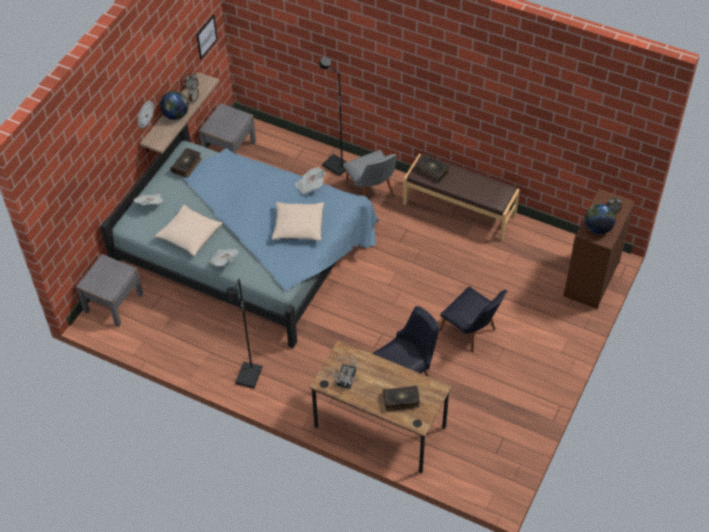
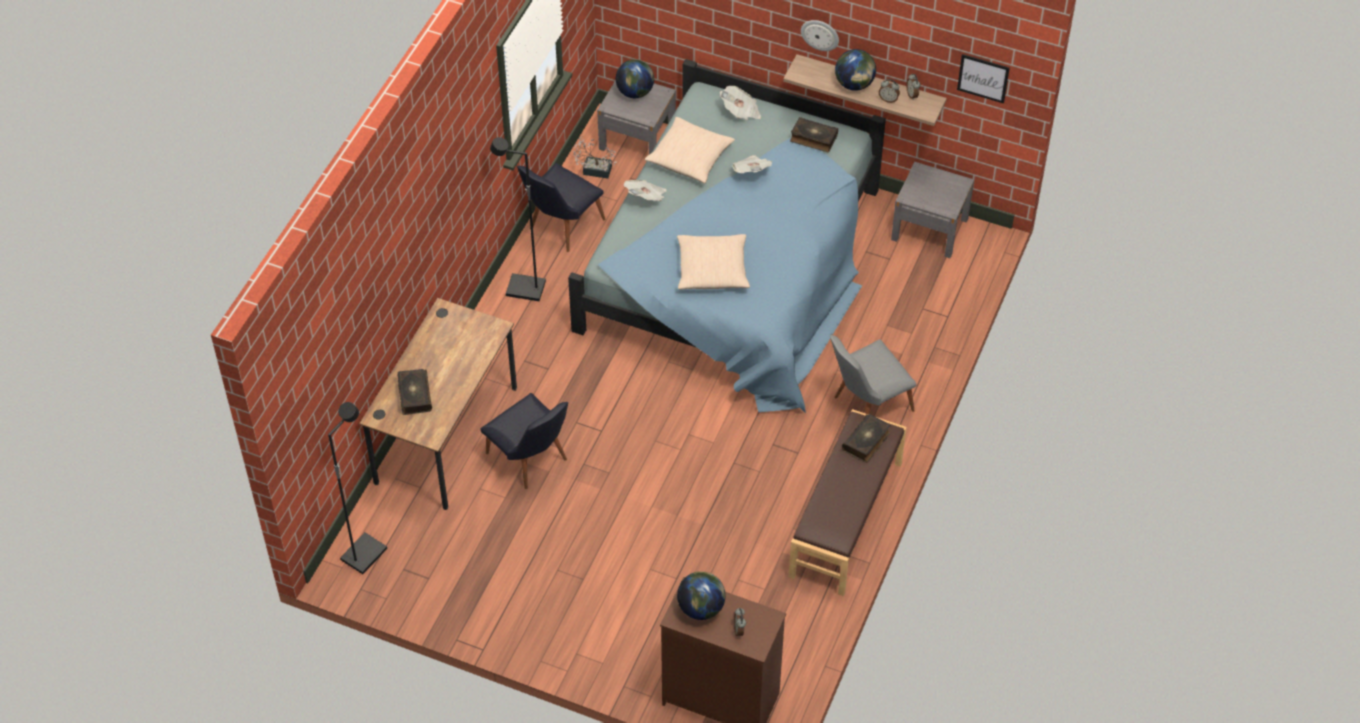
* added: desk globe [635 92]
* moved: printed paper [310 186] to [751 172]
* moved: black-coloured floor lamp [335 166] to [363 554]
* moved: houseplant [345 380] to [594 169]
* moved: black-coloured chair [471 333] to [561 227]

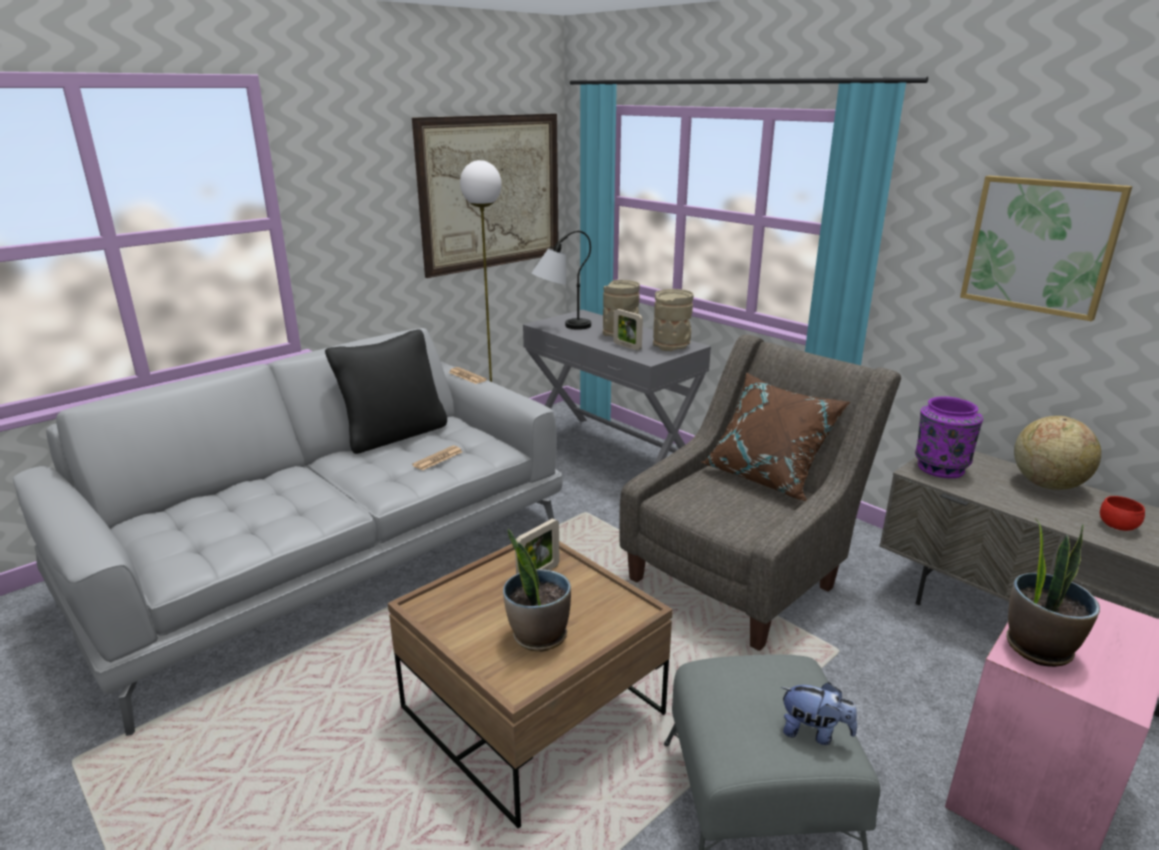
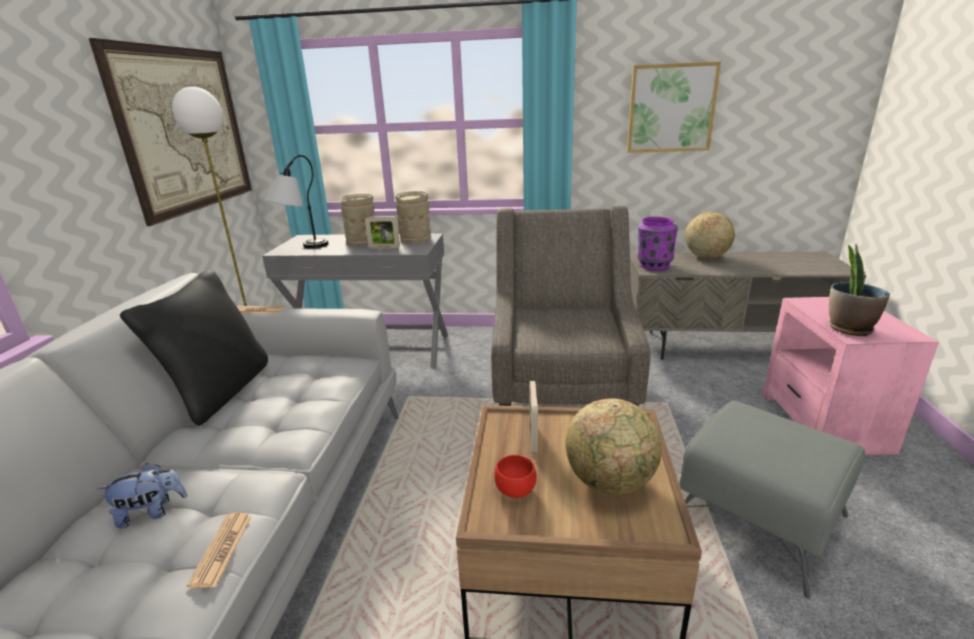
* removed: brown throw pillow [767 476]
* moved: printed paper [438 458] to [222 549]
* moved: plush toy [814 733] to [152 512]
* moved: reddish serving bowl [1117 526] to [515 490]
* replaced: houseplant [538 636] to desk globe [610 482]

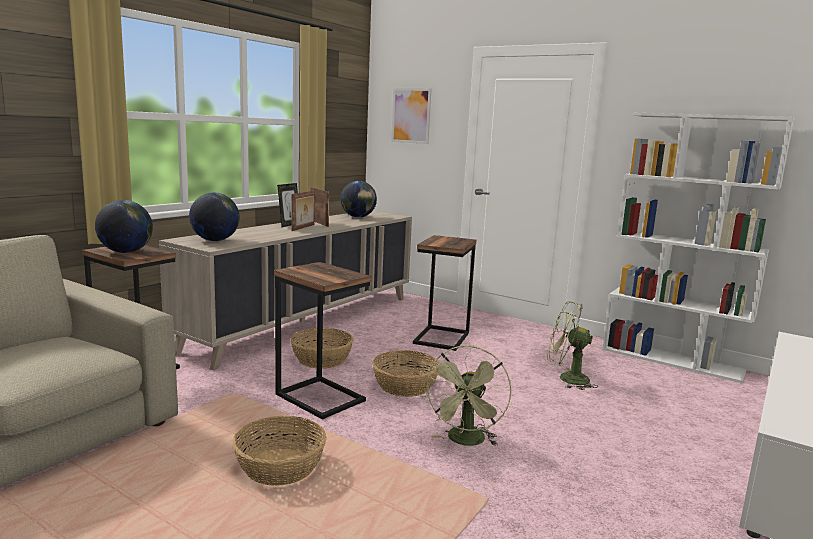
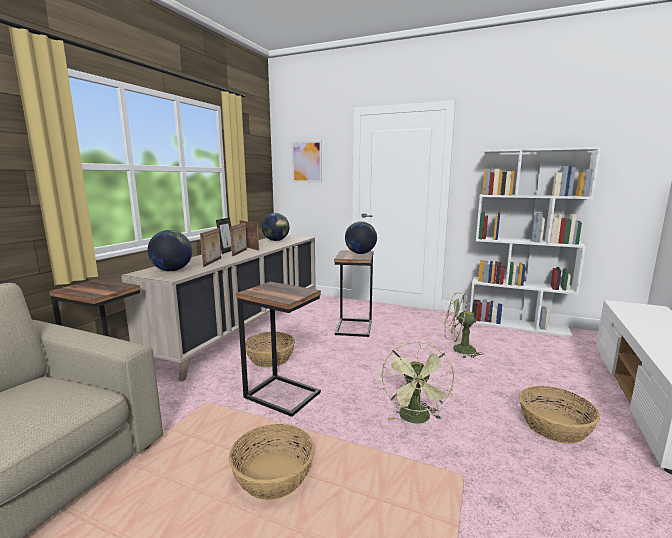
* added: photo frame [213 262]
* moved: desk globe [126 252] to [360 253]
* moved: basket [404 386] to [554 426]

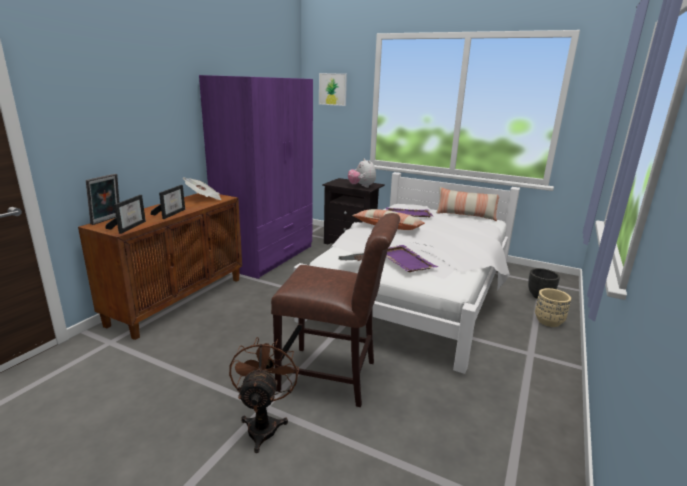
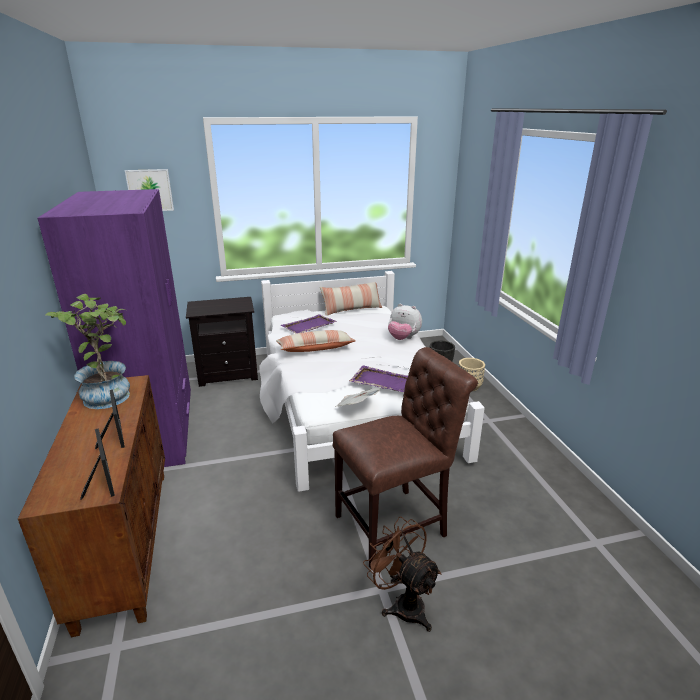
* removed: photo frame [107 220]
* moved: plush toy [361 186] to [403 338]
* replaced: printed paper [204 198] to houseplant [108 393]

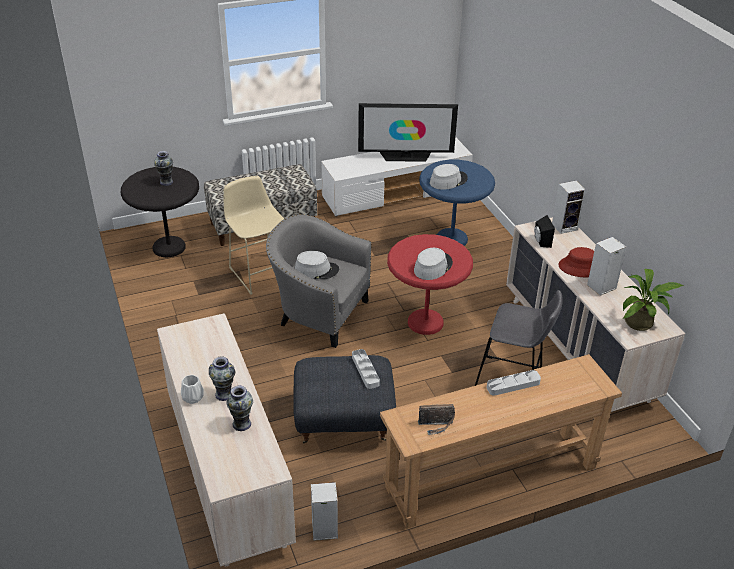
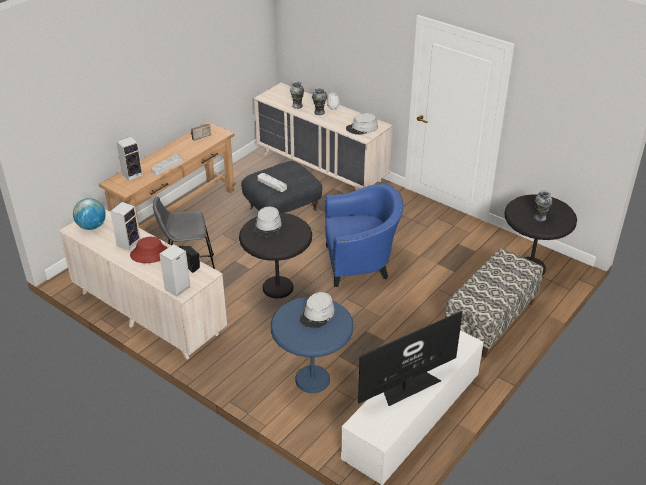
* removed: beige-coloured stool [259 272]
* moved: grey hat [316 270] to [362 128]
* moved: audio speaker [323 530] to [133 174]
* replaced: houseplant [642 323] to desk globe [91 226]
* recoloured: grey armchair [318 314] to blue armchair [361 263]
* recoloured: reddish accent table [425 322] to black-coloured accent table [278 288]

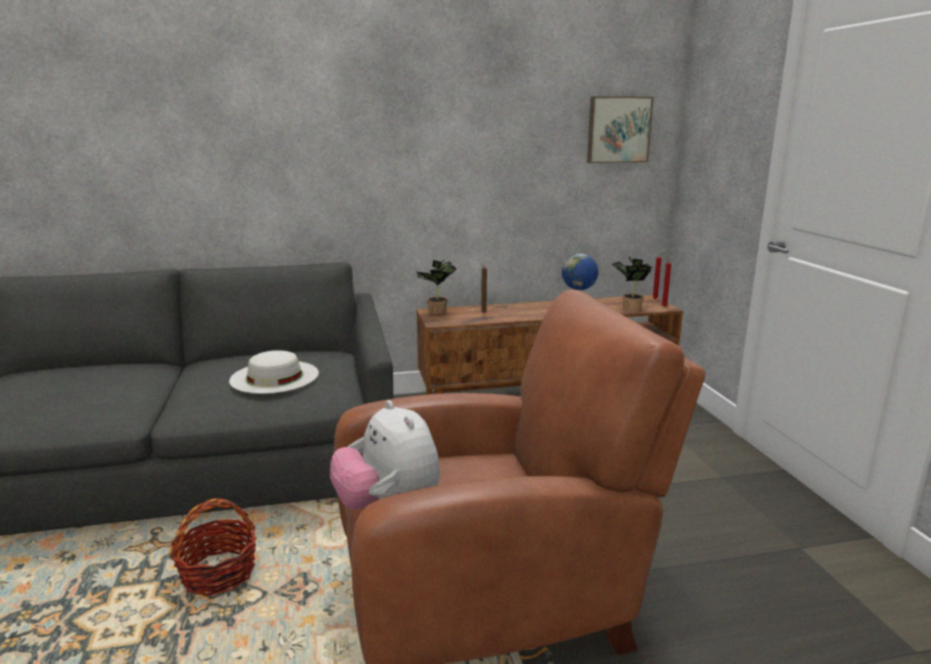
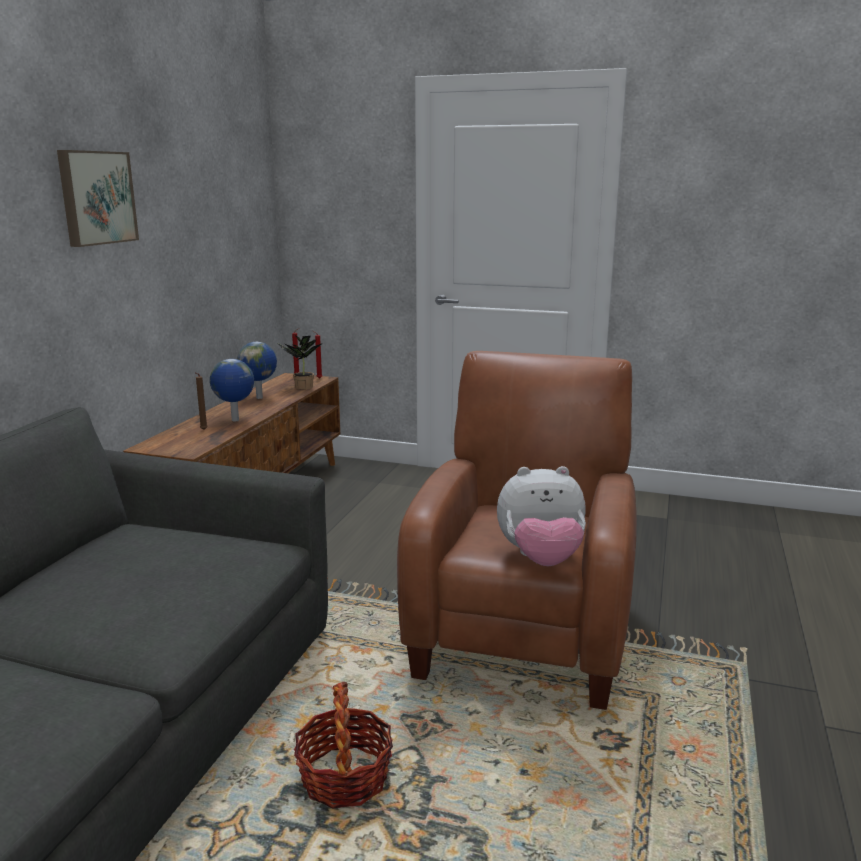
* removed: white hat [274 376]
* removed: houseplant [436 312]
* added: desk globe [235 420]
* moved: wall picture [618 129] to [96 198]

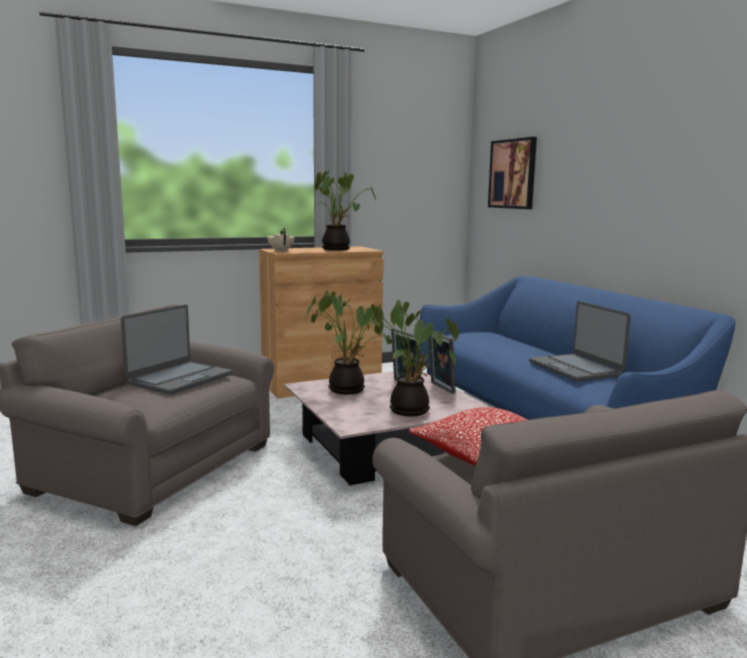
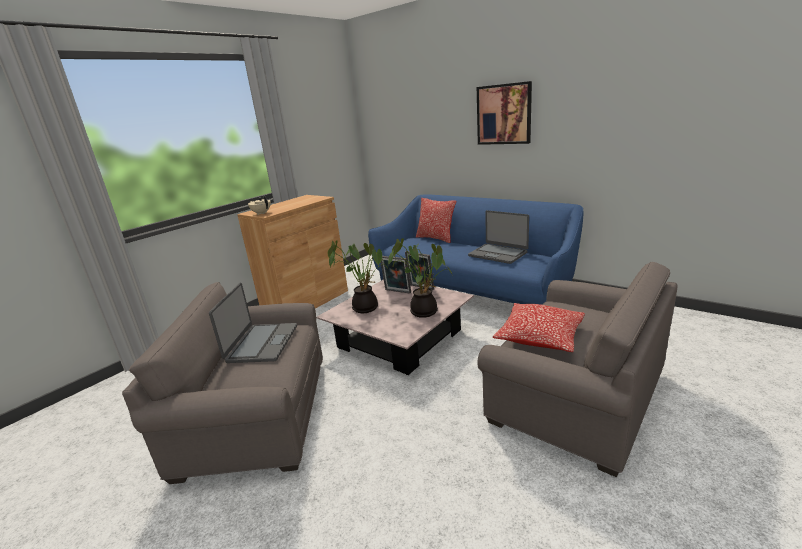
* removed: houseplant [338 249]
* added: throw pillow [436 238]
* moved: wall picture [512 174] to [504 114]

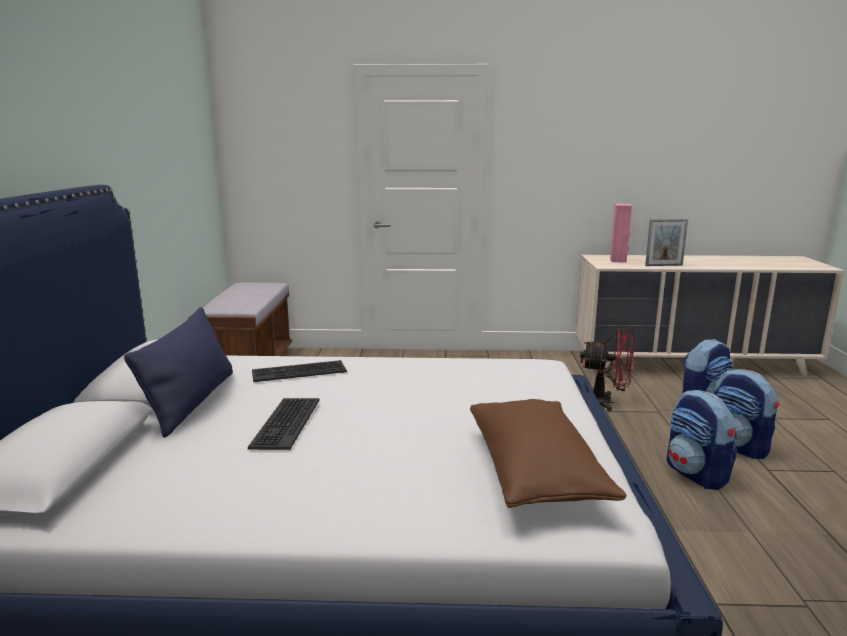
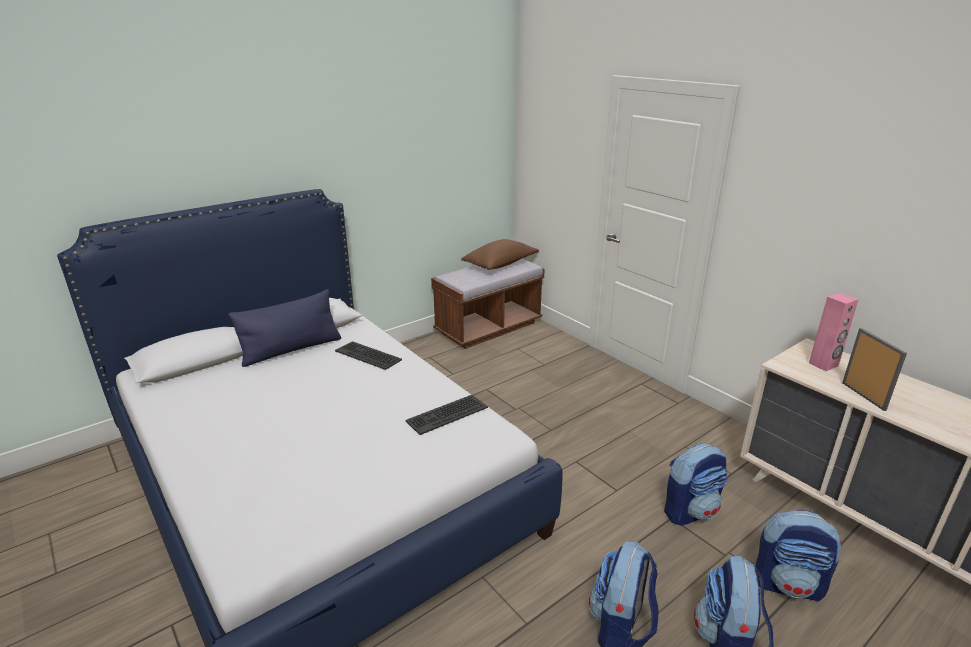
* moved: keyboard [285 423] to [447 414]
* moved: brown throw pillow [535 472] to [500 265]
* replaced: reddish electric fan [605 402] to backpack [690 511]
* turned: photo frame [664 265] = [863 396] 150 degrees counterclockwise

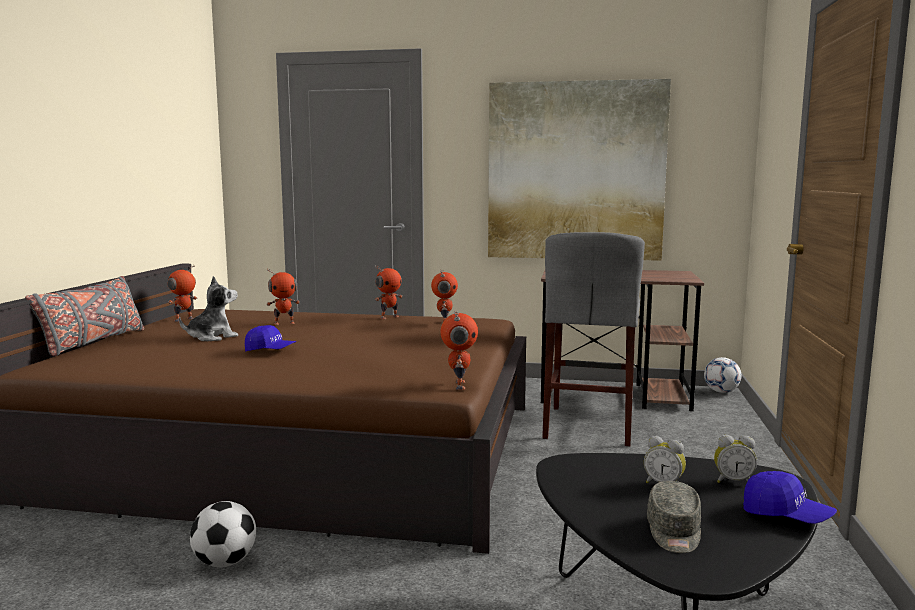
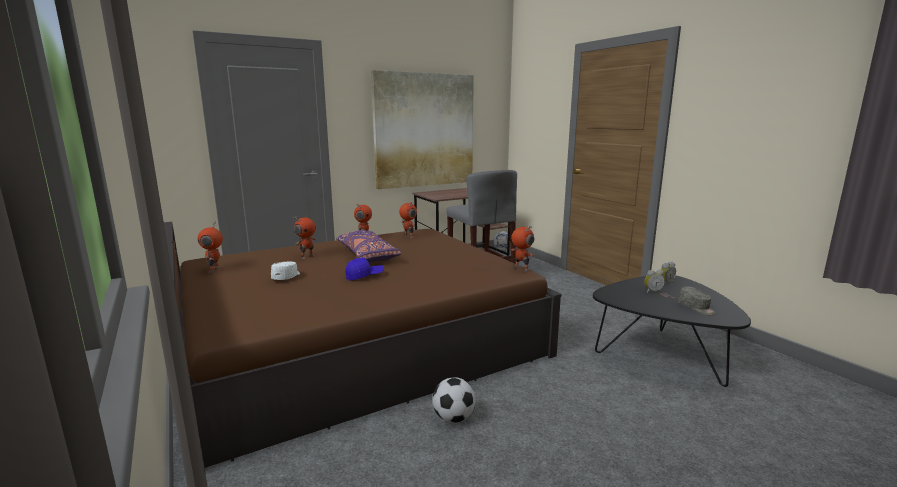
* removed: grey throw pillow [92 342]
* removed: blue peaked cap [786 516]
* added: purple throw pillow [368 255]
* replaced: plush toy [212 337] to white peaked cap [287 277]

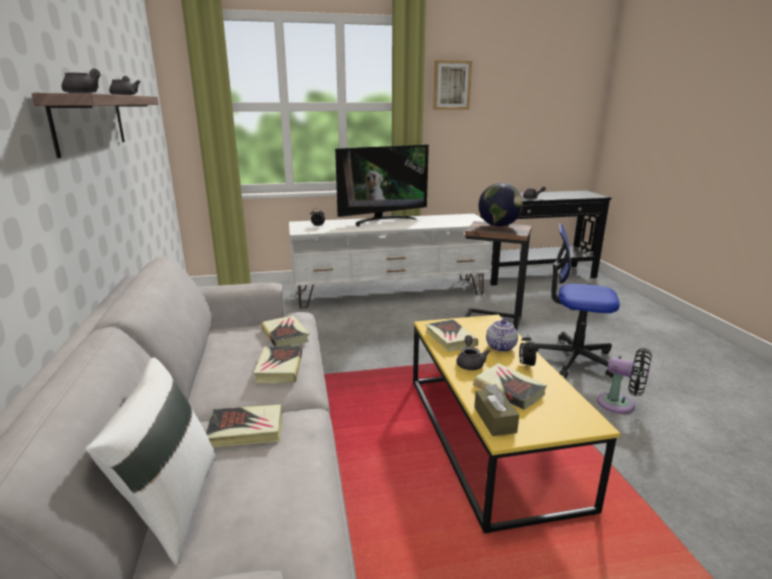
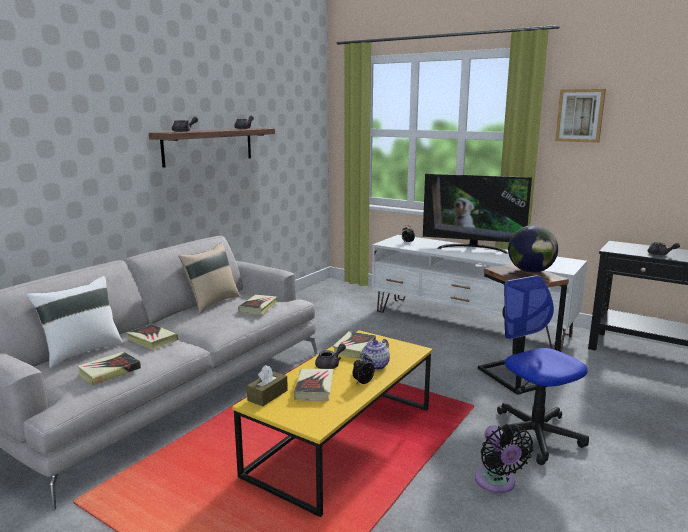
* added: beige-coloured throw pillow [212 303]
* moved: bound book [279 368] to [109 372]
* turned: pot for tea [500 346] = [375 366] 150 degrees clockwise

